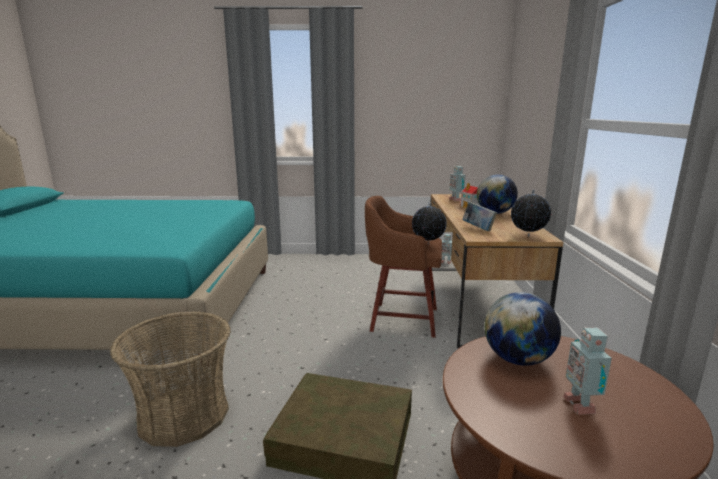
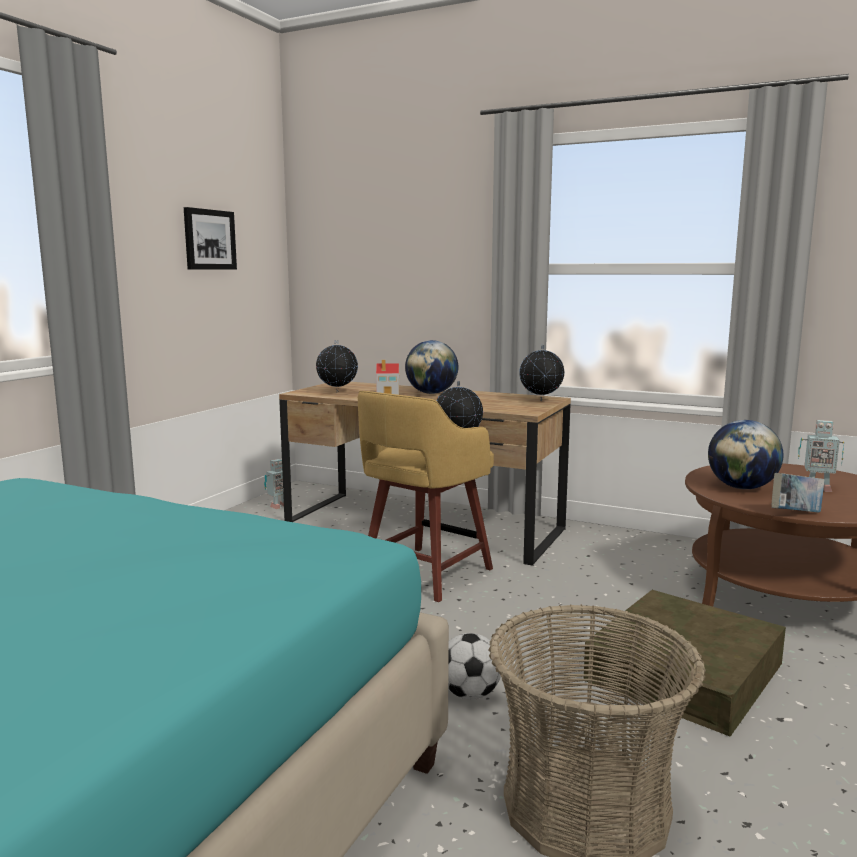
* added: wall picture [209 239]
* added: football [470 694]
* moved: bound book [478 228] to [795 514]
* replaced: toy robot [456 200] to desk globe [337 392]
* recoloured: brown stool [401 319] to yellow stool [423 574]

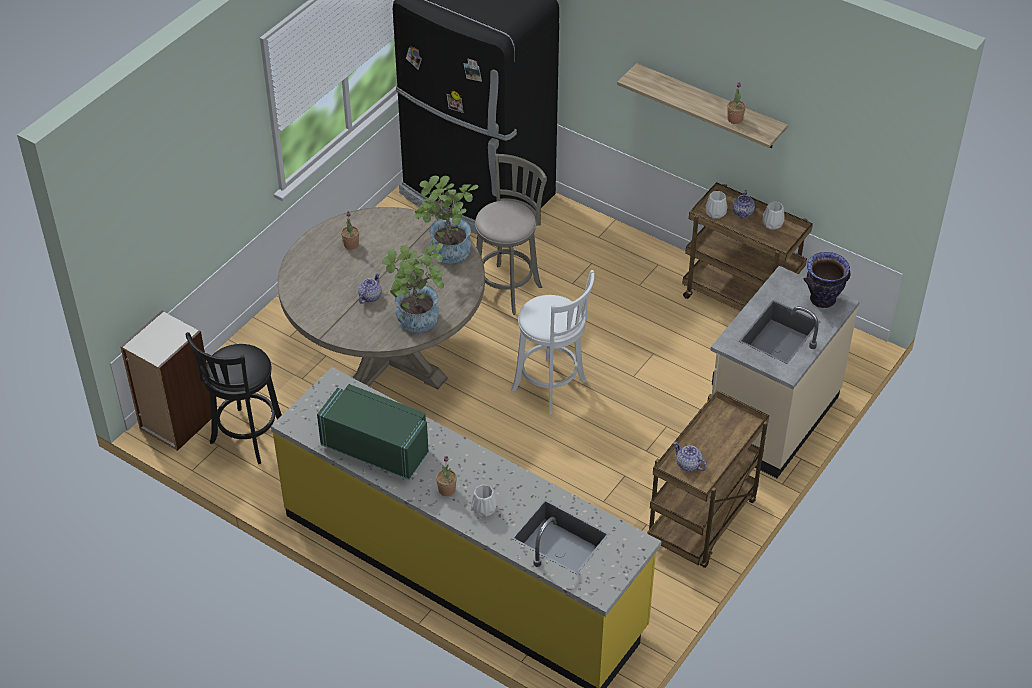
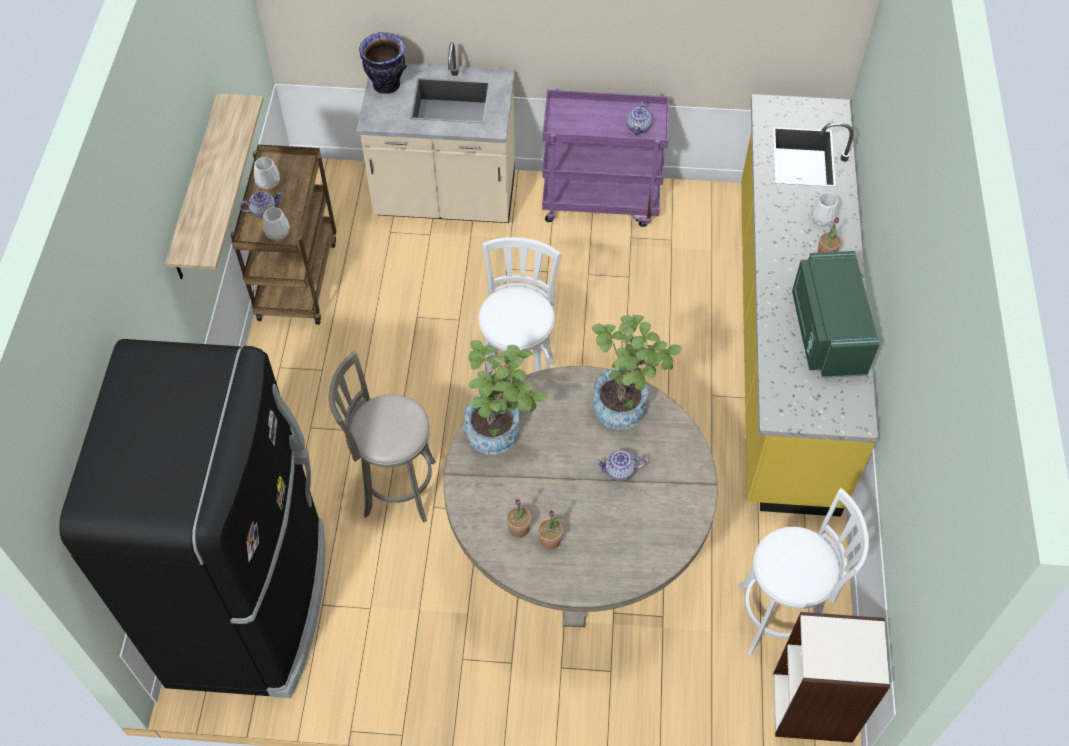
* moved: houseplant [735 119] to [519 528]
* recoloured: black-coloured stool [246 438] to white stool [781 618]
* recoloured: brown trolley [702 524] to purple trolley [601 201]

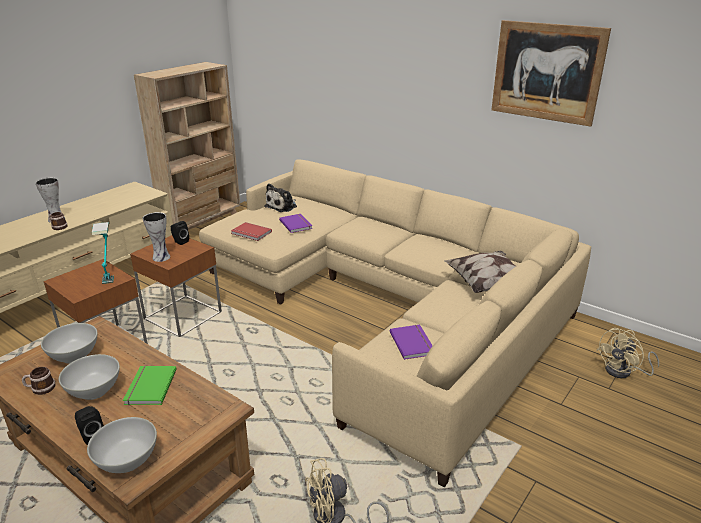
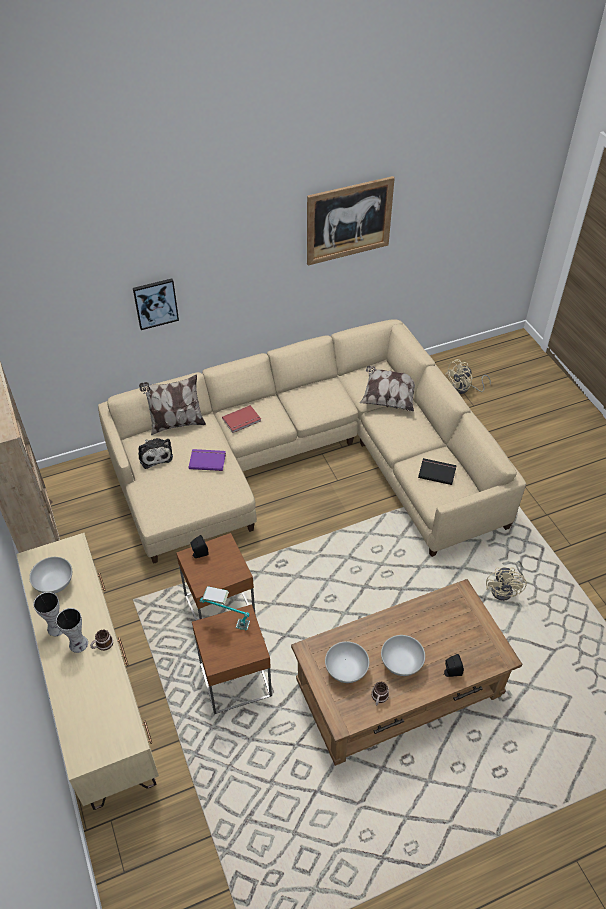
* removed: green bound book [149 387]
* added: wall picture [155 303]
* added: throw pillow [176 424]
* moved: white serving bowl [128 461] to [55 584]
* moved: vase [162 257] to [56 627]
* moved: reddish bound book [251 233] to [242 420]
* recoloured: purple bound book [413 343] to black-coloured bound book [437 472]
* turned: beige-coloured electric fan [623 372] = [464 389] 60 degrees clockwise

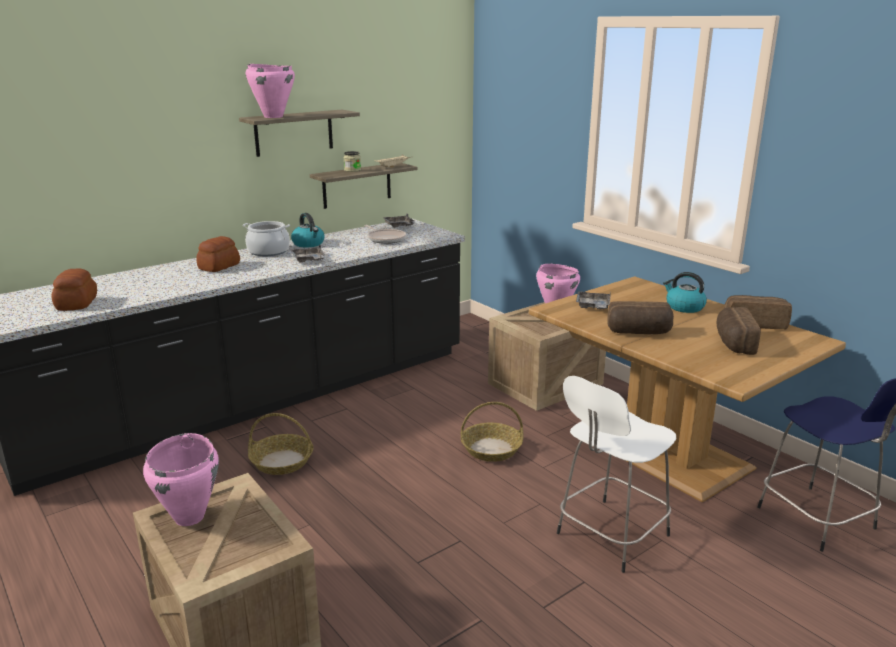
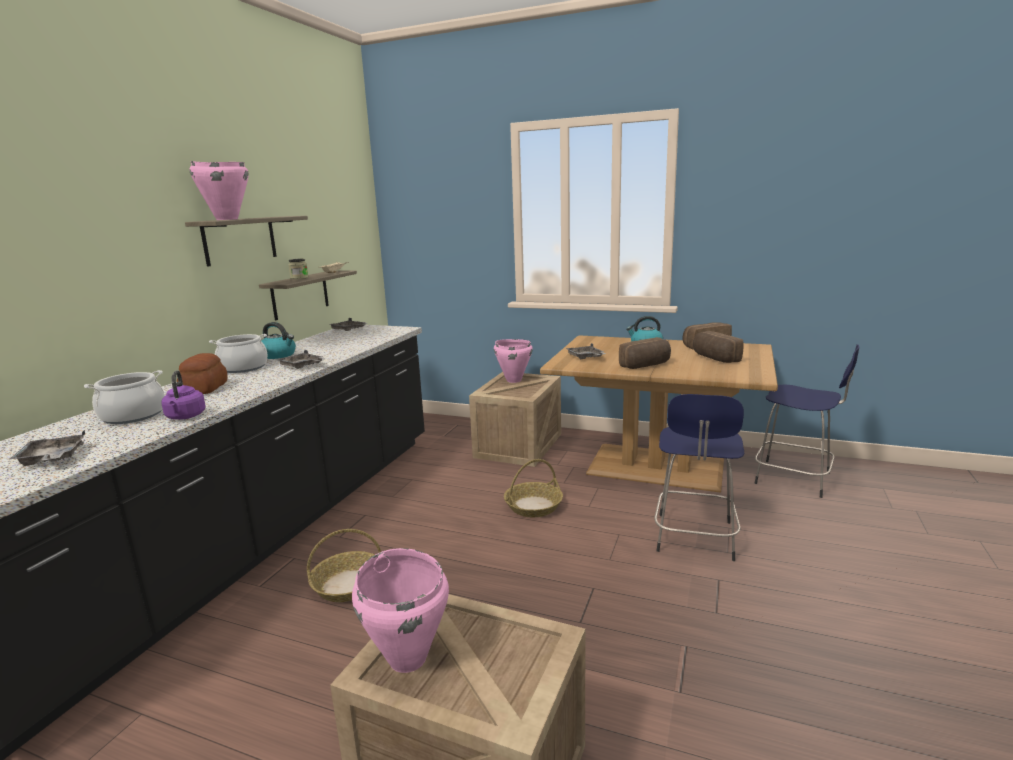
* removed: skillet [385 239]
* added: stockpot [133 415]
* added: purple tea kettle [185 417]
* replaced: bakery bread [76 304] to grey serving tray [52 459]
* recoloured: white stool [610 536] to blue stool [694 538]

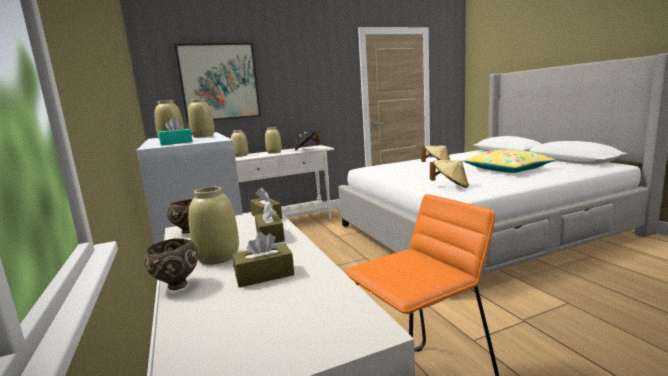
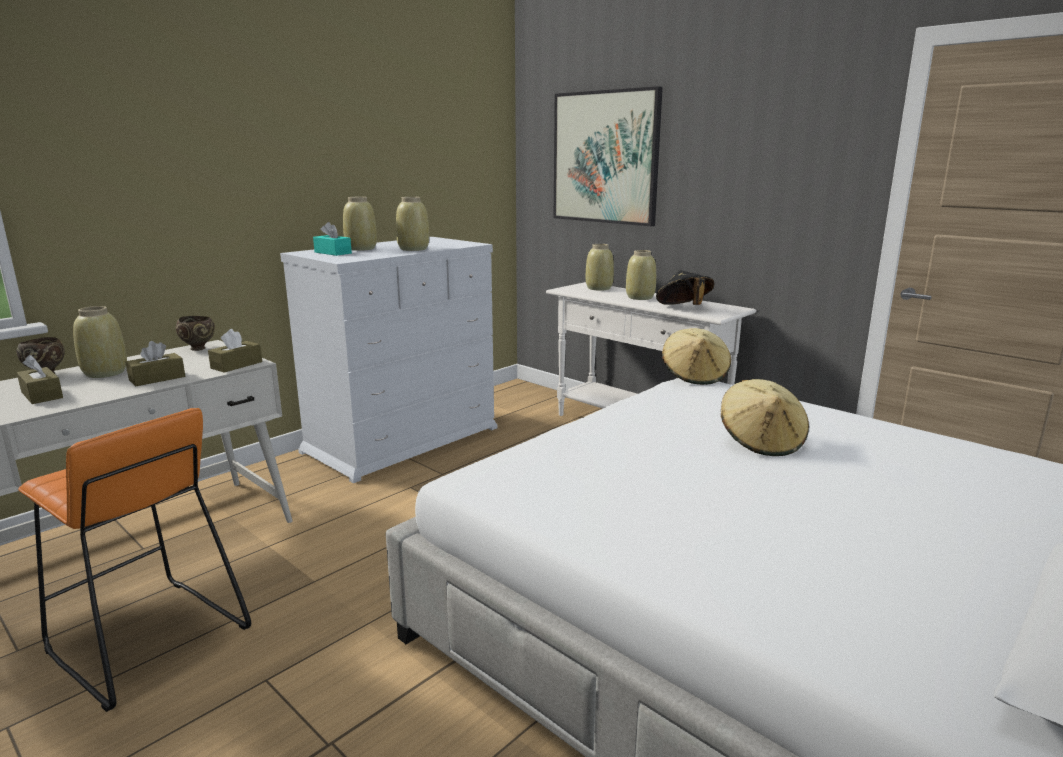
* removed: yellow throw pillow [507 170]
* moved: beige-coloured hat [450 186] to [695 376]

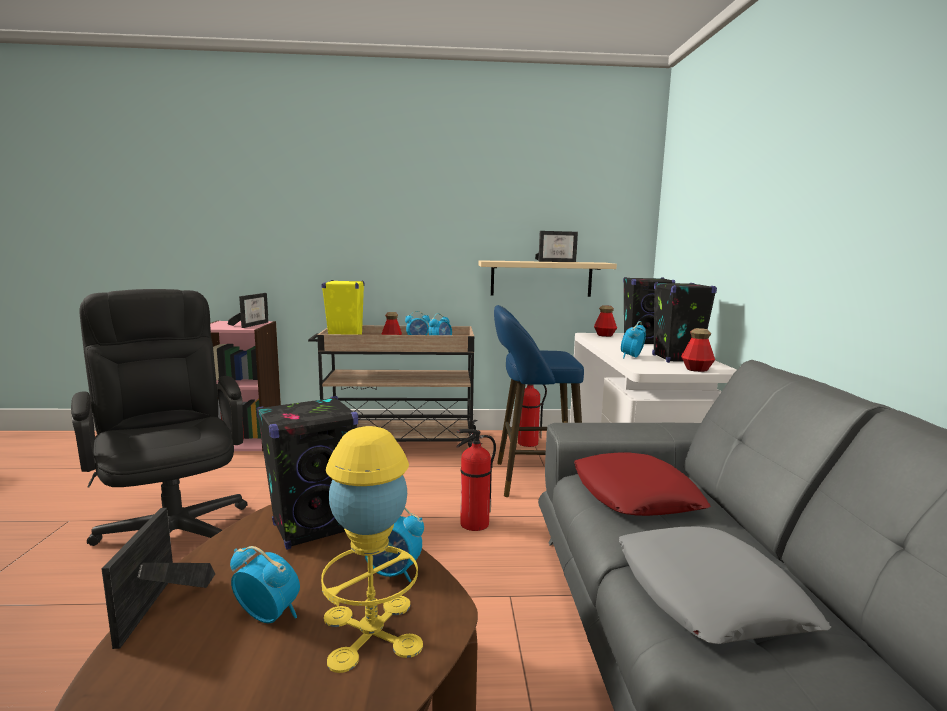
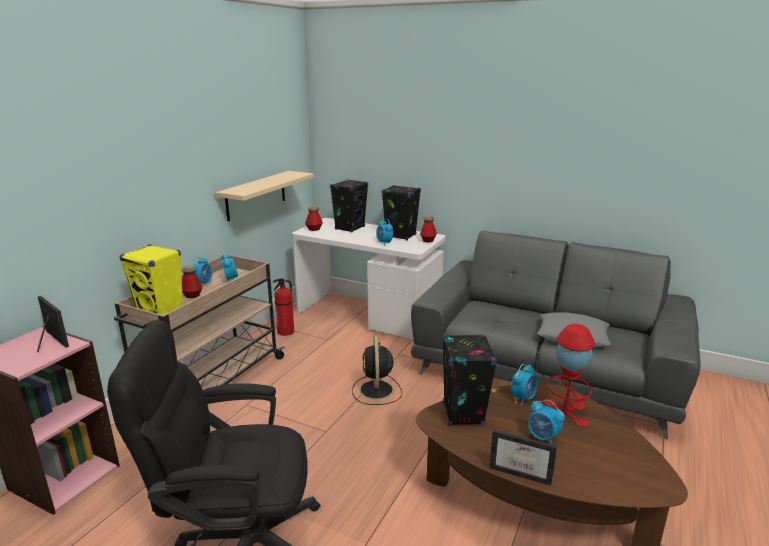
* removed: blue stool [532 479]
* removed: photo frame [556 261]
* removed: reddish throw pillow [635 495]
* replaced: fire extinguisher [474 524] to black-coloured electric fan [376 391]
* recoloured: yellow lamp for a table [371 631] to reddish lamp for a table [565 412]
* turned: alarm clock [268 616] = [542 437] 105 degrees counterclockwise

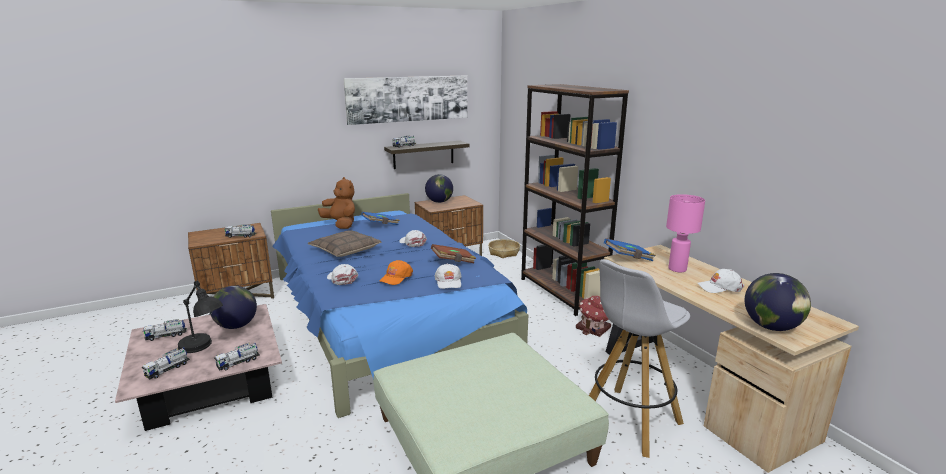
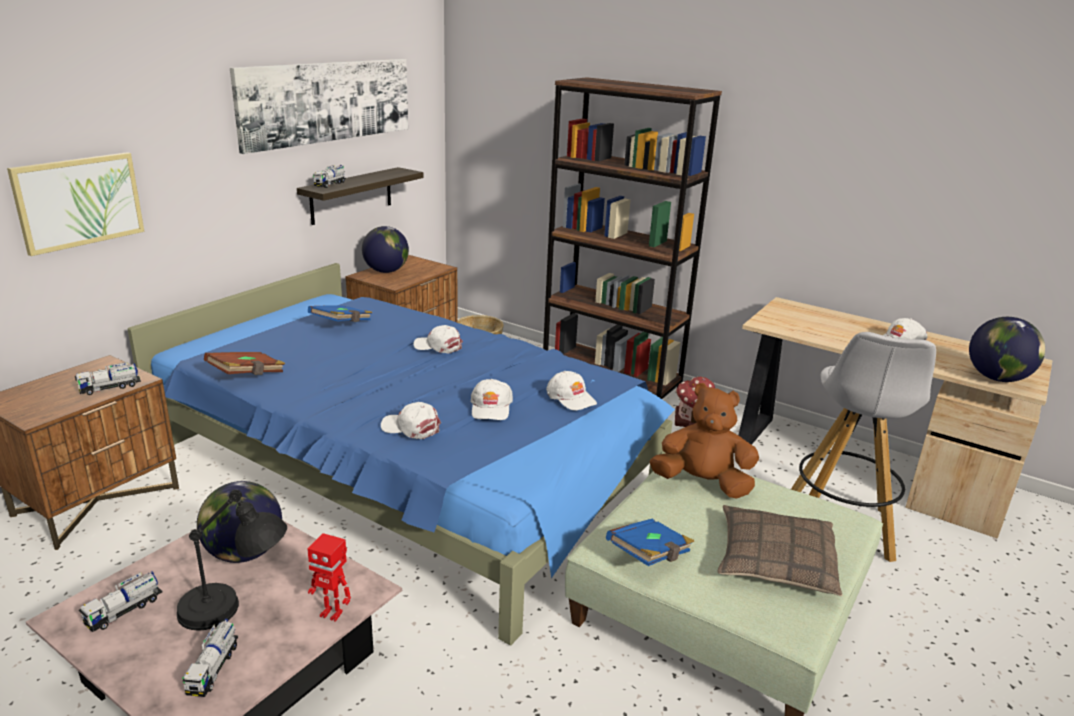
* removed: pinkish lamp for a table [677 269]
* added: wall picture [79 201]
* moved: throw pillow [345 250] to [774 561]
* moved: brown plush toy [341 224] to [702 483]
* moved: brown bound book [453 262] to [247 375]
* moved: blue bound book [628 258] to [650 555]
* replaced: toy truck [238 363] to toy robot [332 613]
* recoloured: orangey peaked cap [396 277] to white peaked cap [491 407]

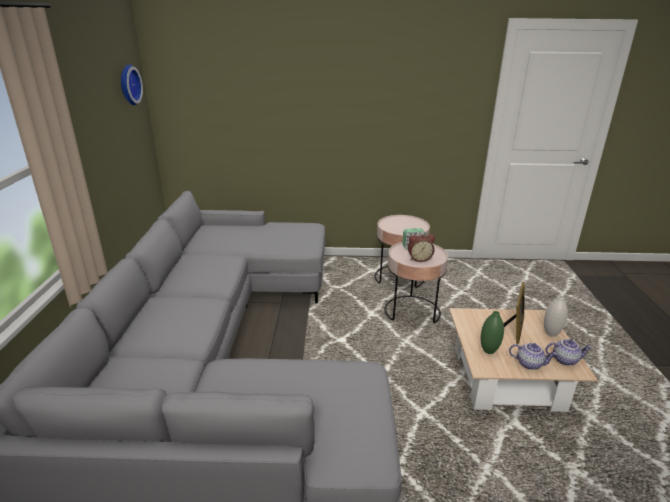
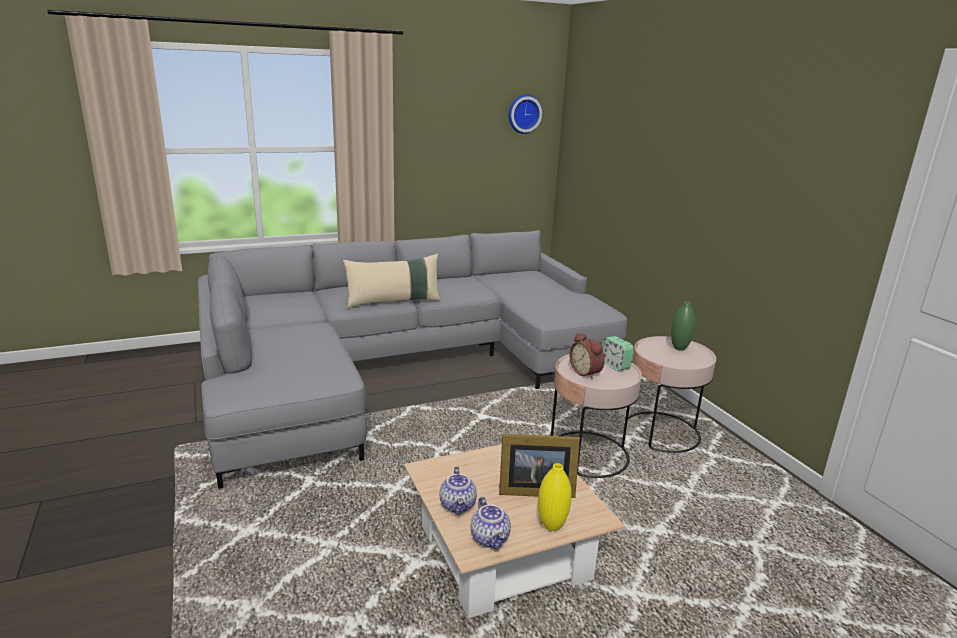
* added: beige-coloured throw pillow [393 301]
* moved: green vase [488 351] to [679 348]
* recoloured: white vase [551 333] to yellow vase [551 526]

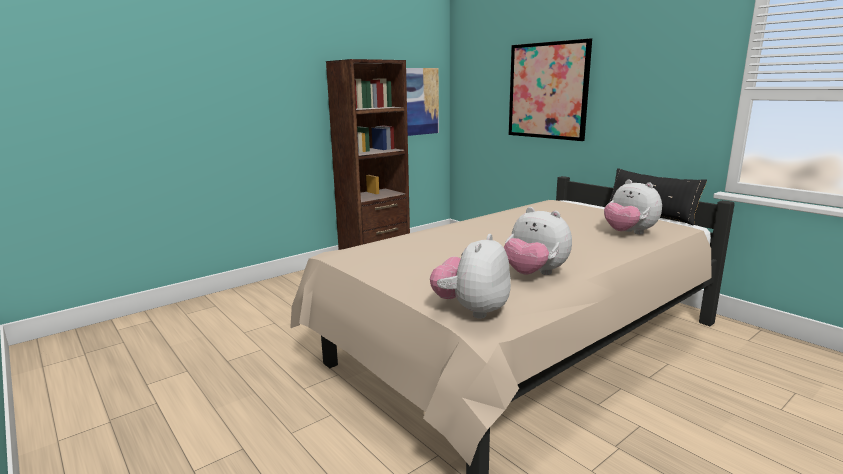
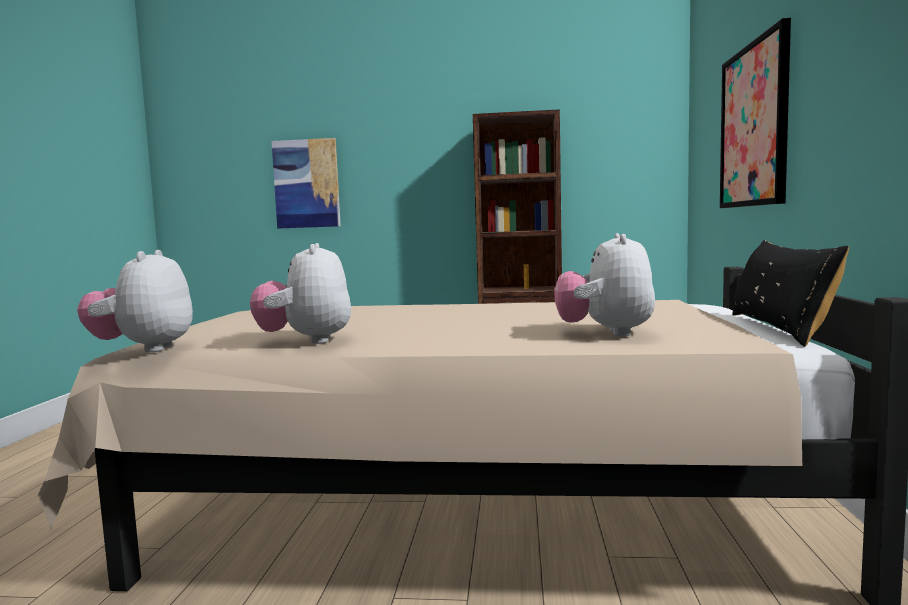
* moved: wall picture [418 101] to [306 184]
* turned: plush toy [472 310] = [144 349] 75 degrees counterclockwise

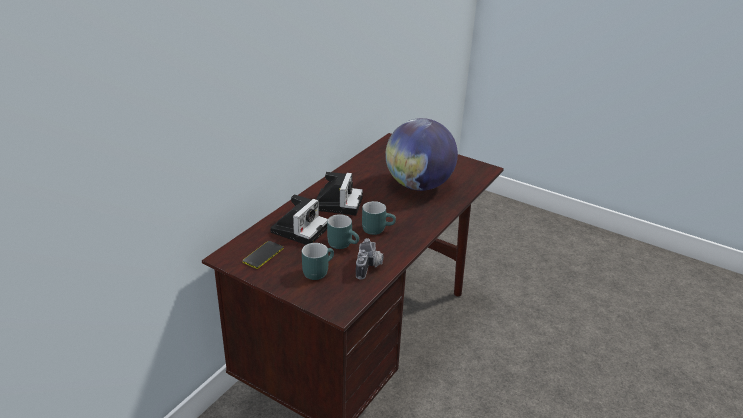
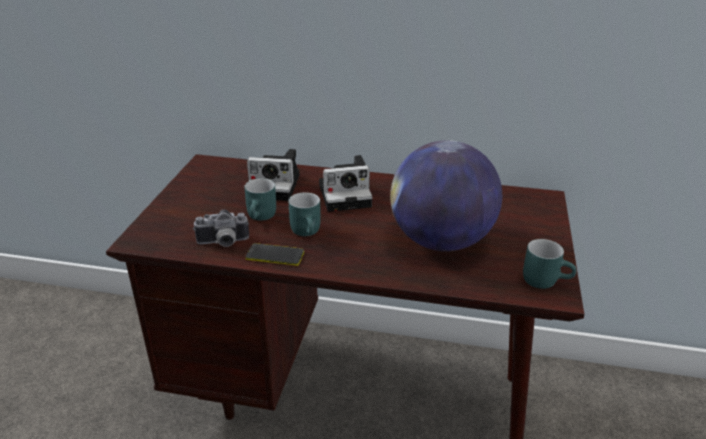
* moved: phone [263 255] to [275 255]
* moved: turquoise tea mug [317 270] to [545 280]

